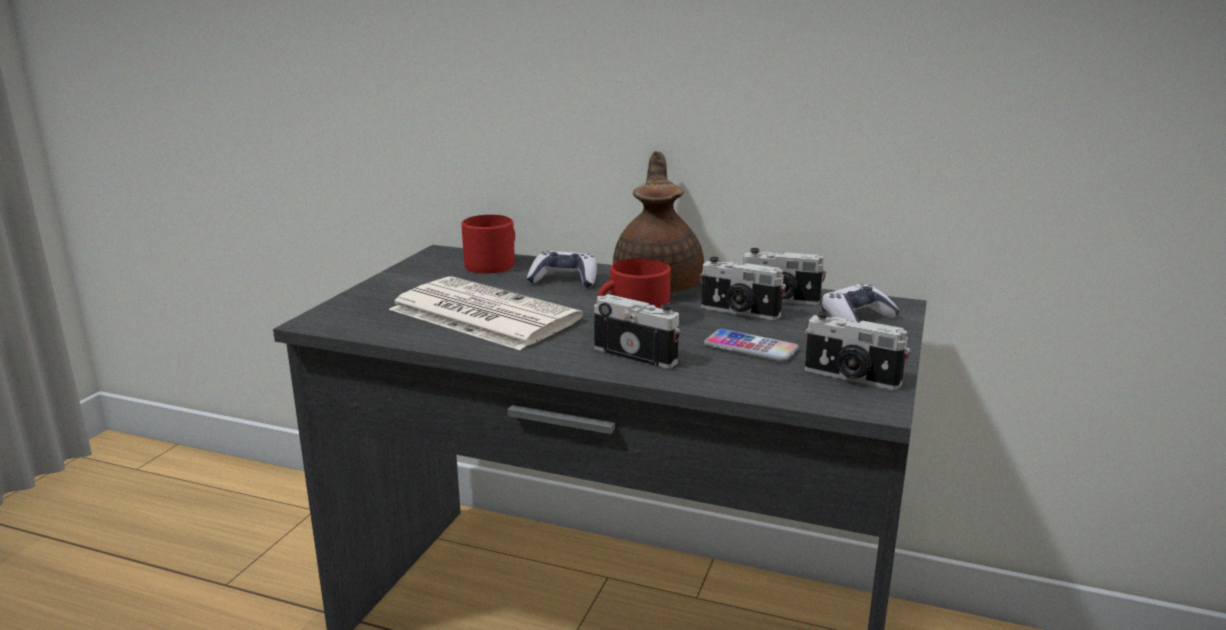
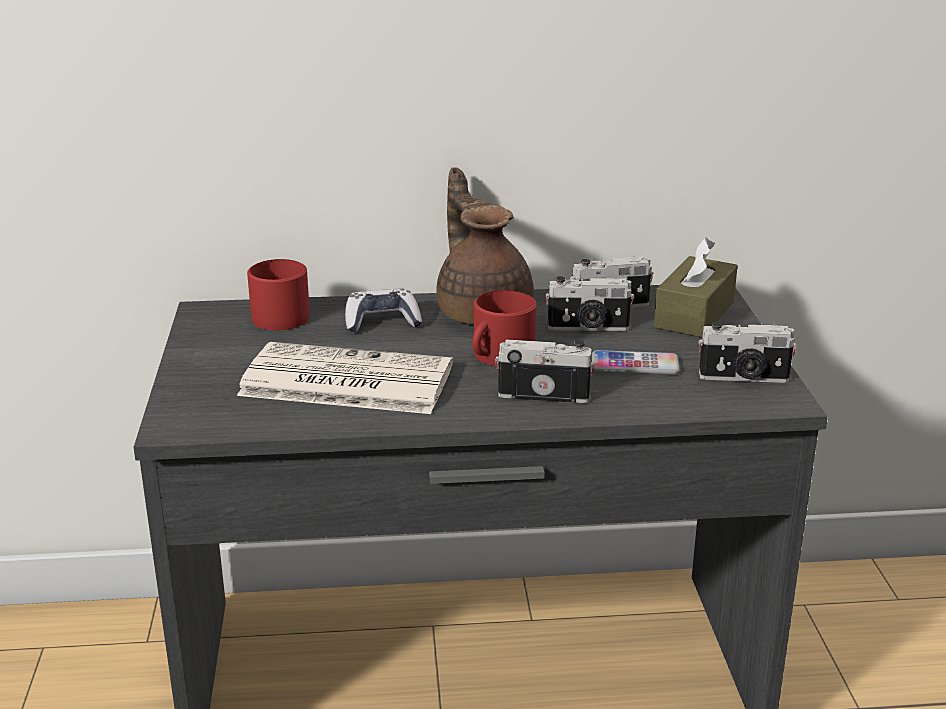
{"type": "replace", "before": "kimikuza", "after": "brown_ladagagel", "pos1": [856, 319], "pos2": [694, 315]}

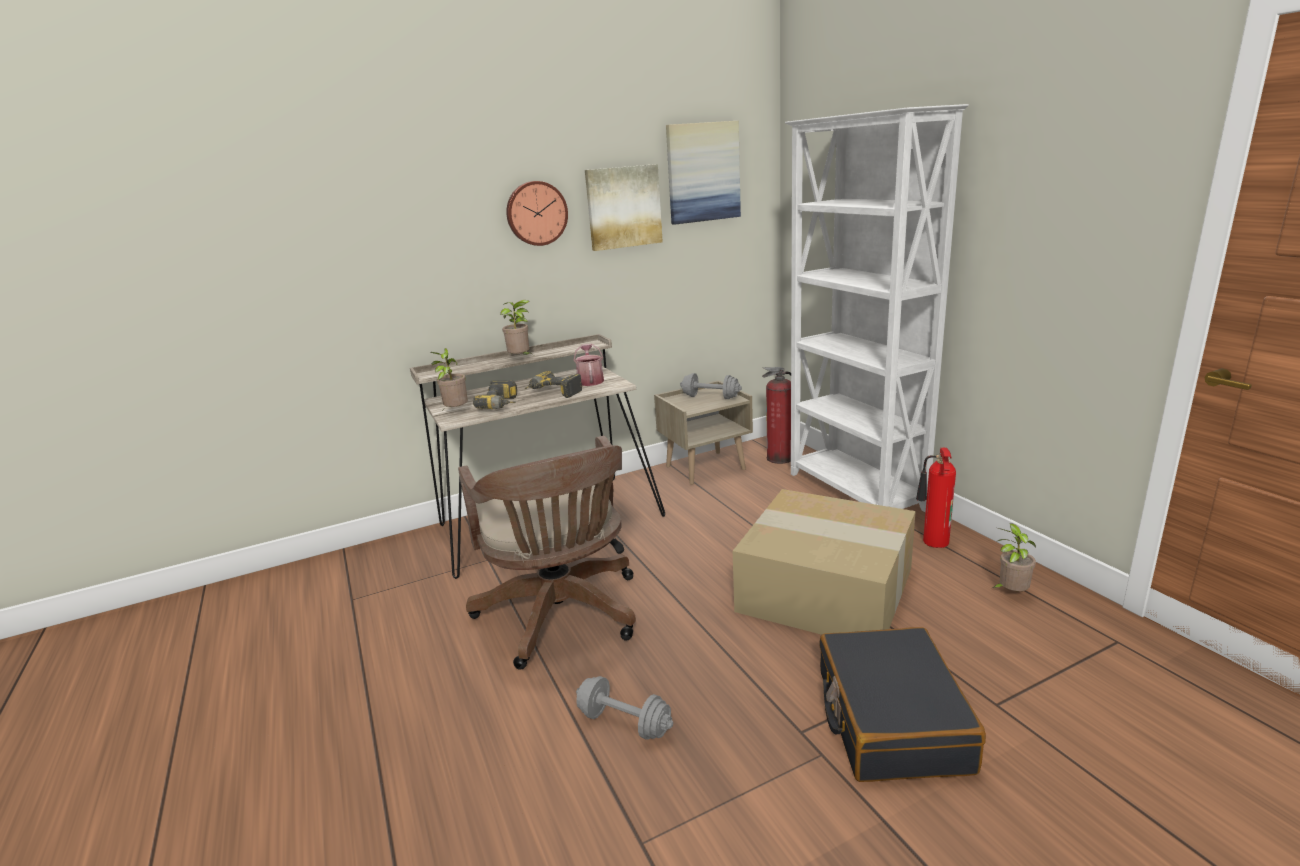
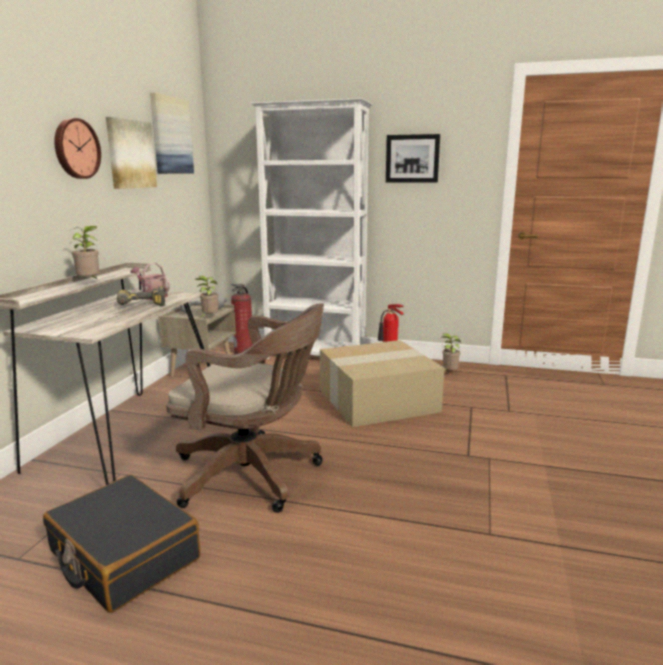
{"type": "delete", "before": "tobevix", "pos1": [503, 405]}
{"type": "delete", "before": "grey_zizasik", "pos1": [624, 722]}
{"type": "insert", "after": "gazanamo", "pos2": [412, 158]}
{"type": "move", "before": "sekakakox", "pos1": [455, 412], "pos2": [209, 318]}
{"type": "move", "before": "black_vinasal", "pos1": [890, 720], "pos2": [123, 555]}

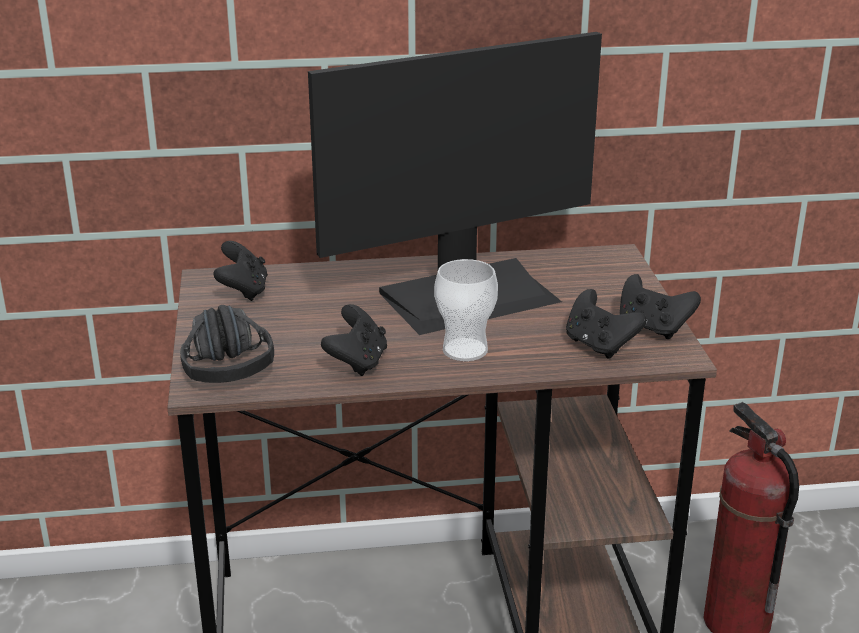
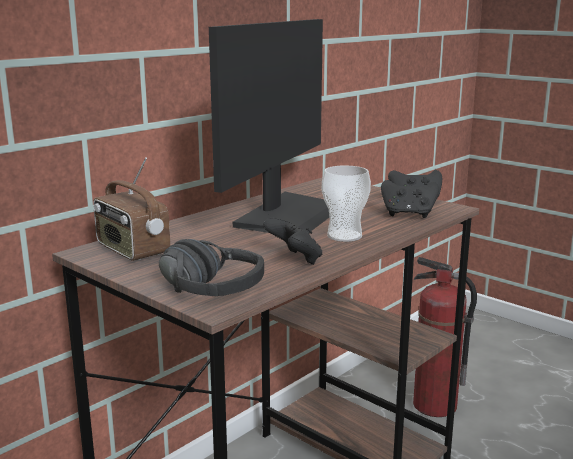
{"type": "replace", "before": "black_kimikuza", "after": "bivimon", "pos1": [243, 291], "pos2": [131, 250]}

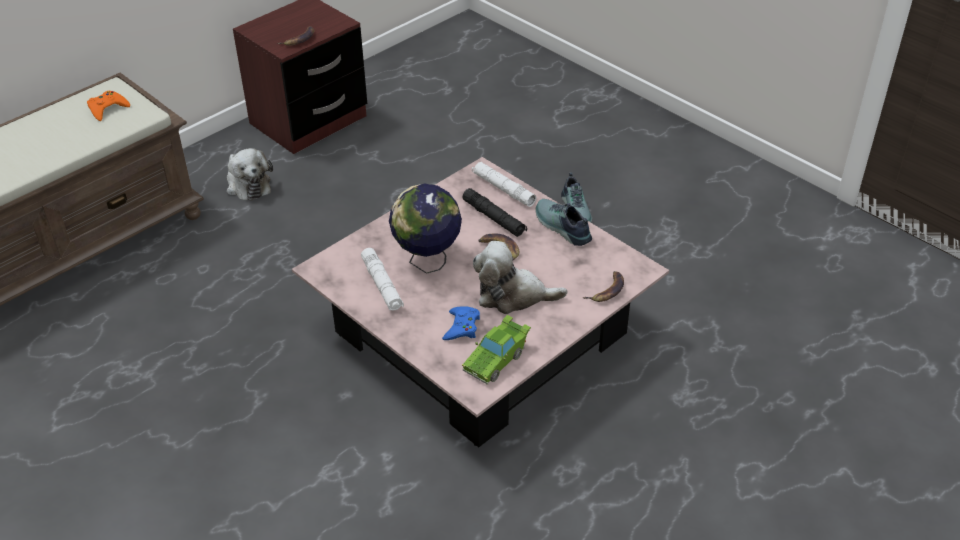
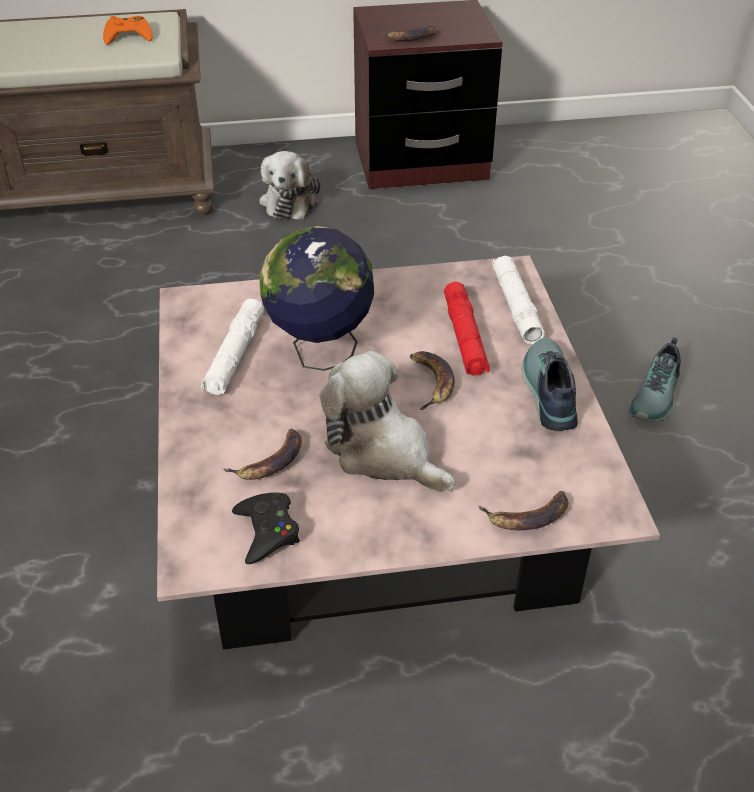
{"type": "replace", "before": "blue_kimikuza", "after": "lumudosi", "pos1": [462, 327], "pos2": [270, 460]}
{"type": "replace", "before": "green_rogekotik", "after": "black_kimikuza", "pos1": [496, 359], "pos2": [267, 531]}
{"type": "recolor", "before": "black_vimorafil", "after": "red_vimorafil", "pos1": [494, 218], "pos2": [464, 337]}

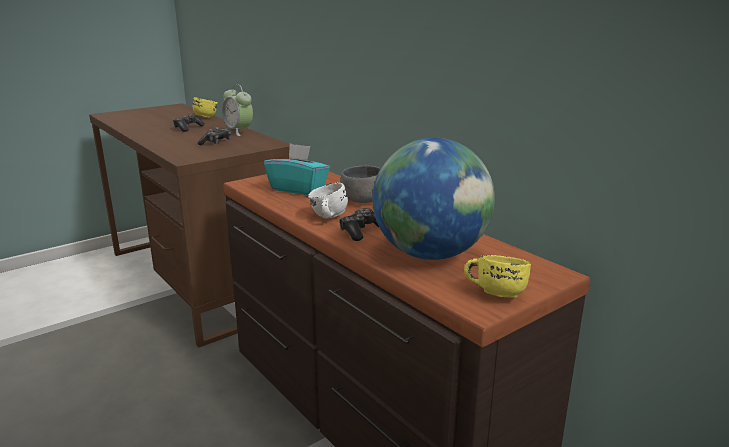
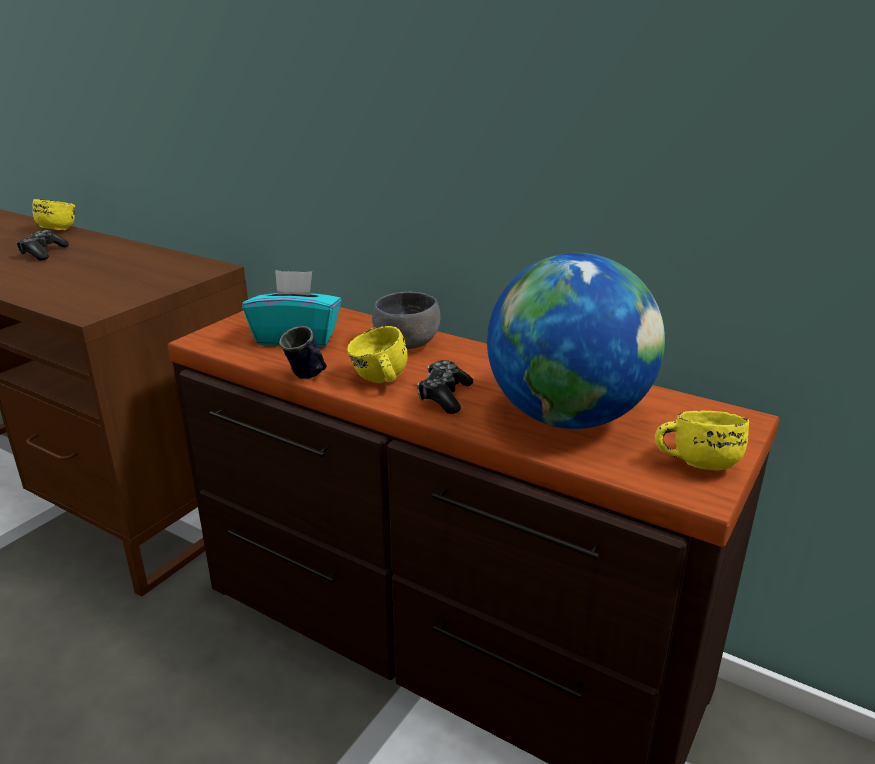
{"type": "delete", "before": "kimikuza", "pos1": [216, 142]}
{"type": "delete", "before": "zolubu", "pos1": [239, 132]}
{"type": "insert", "after": "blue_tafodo", "pos2": [308, 377]}
{"type": "recolor", "before": "white_tafodo", "after": "yellow_tafodo", "pos1": [327, 218], "pos2": [379, 382]}

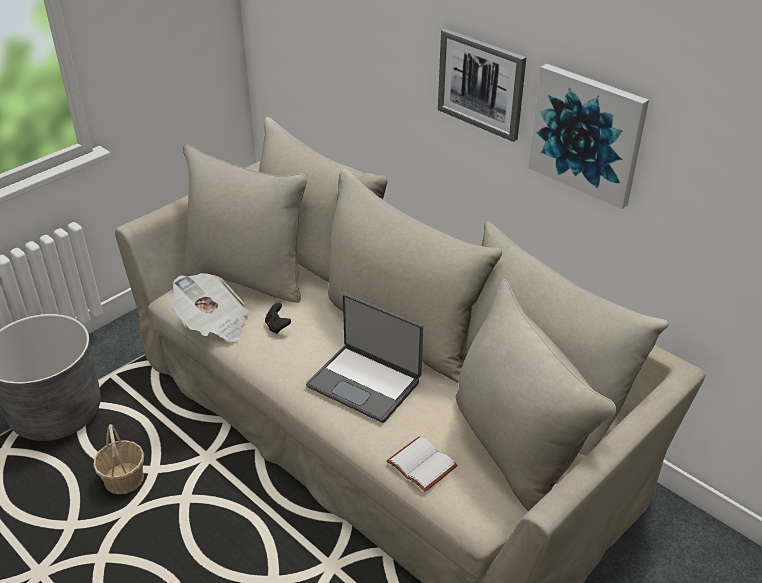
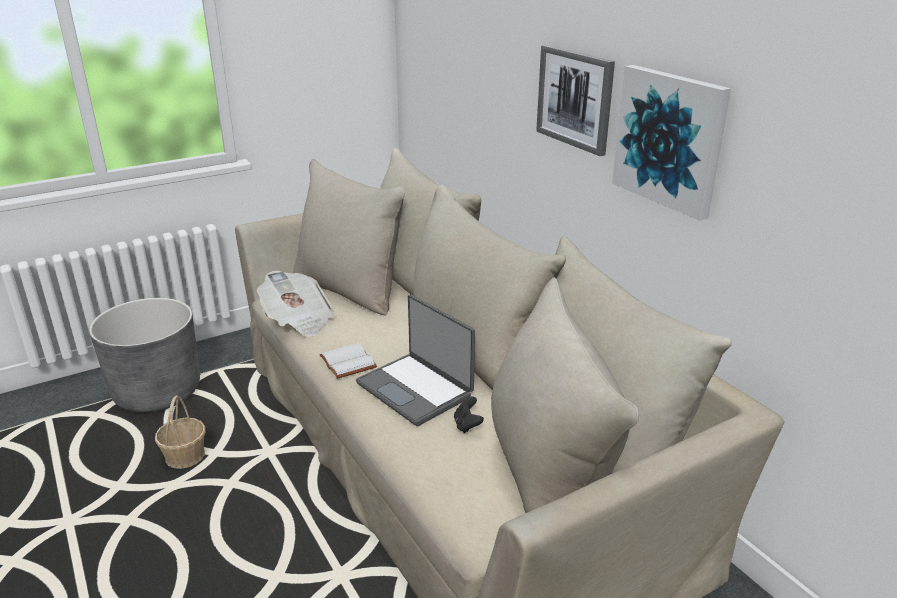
{"type": "move", "before": "black_kimikuza", "pos1": [277, 327], "pos2": [467, 425]}
{"type": "move", "before": "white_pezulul", "pos1": [419, 465], "pos2": [346, 362]}

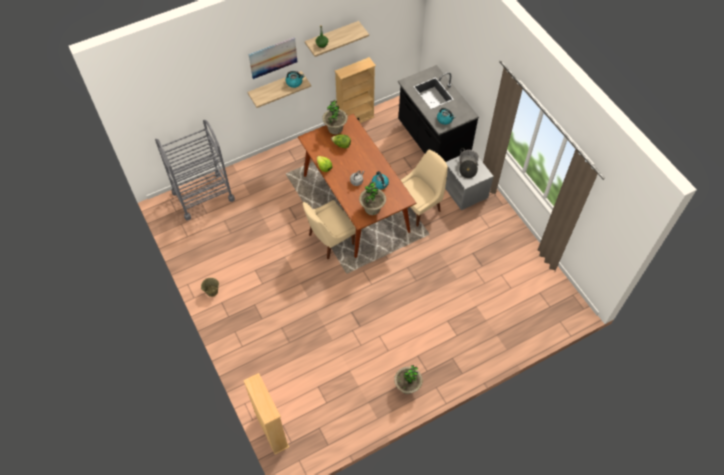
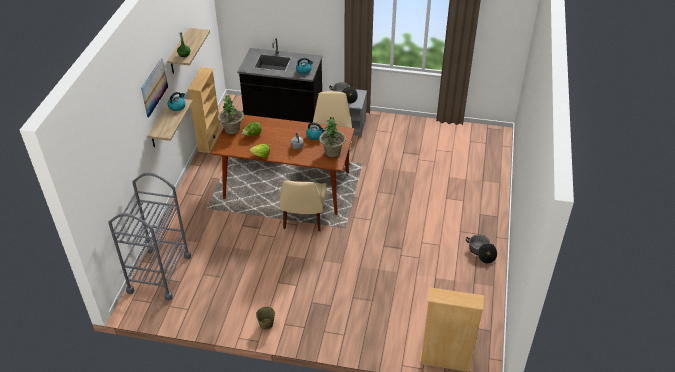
{"type": "replace", "before": "sekakakox", "after": "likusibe", "pos1": [407, 386], "pos2": [481, 252]}

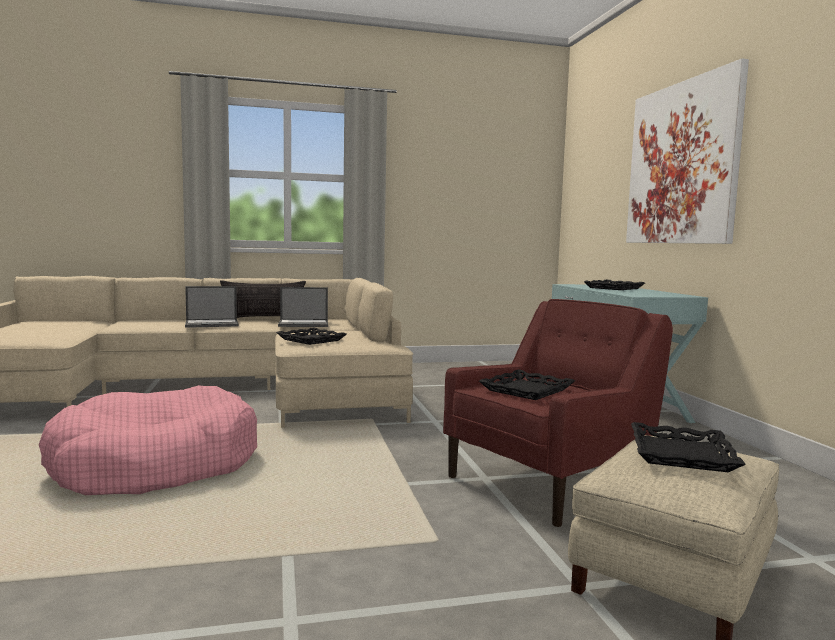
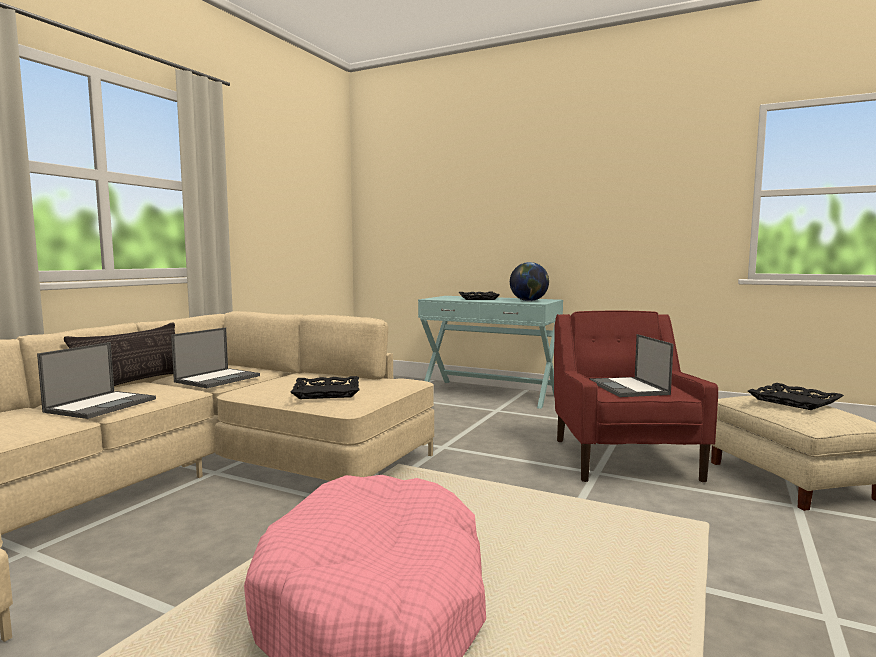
{"type": "delete", "before": "gazanamo", "pos1": [682, 163]}
{"type": "insert", "after": "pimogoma", "pos2": [529, 301]}
{"type": "replace", "before": "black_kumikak", "after": "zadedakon", "pos1": [527, 390], "pos2": [629, 388]}

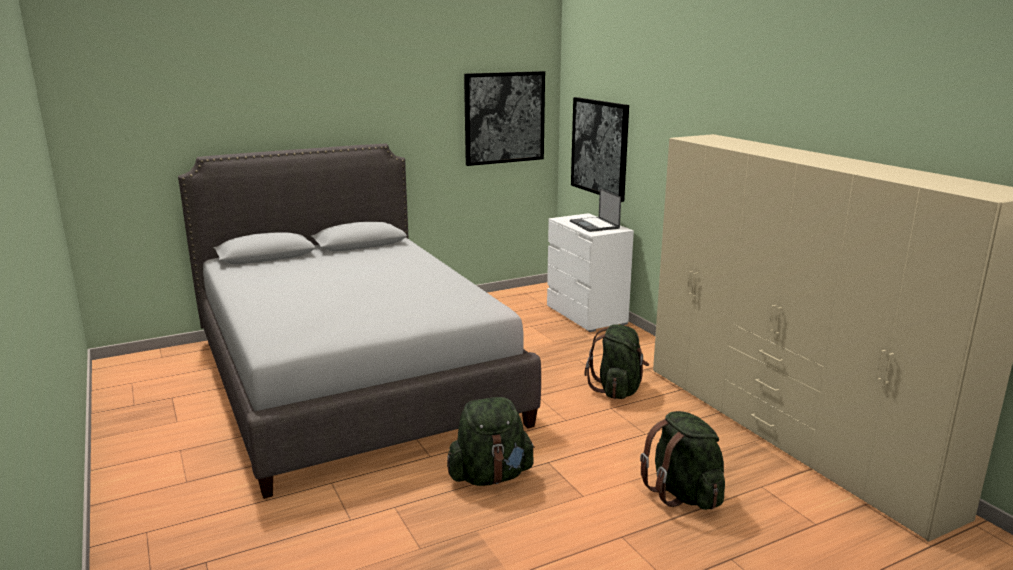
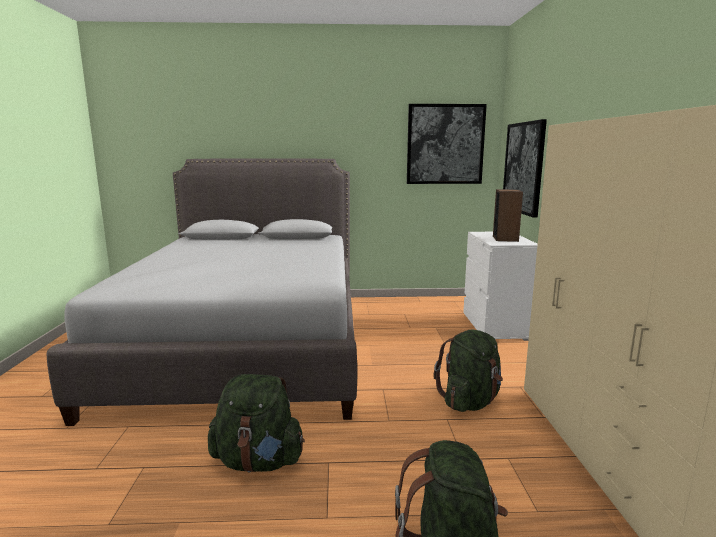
{"type": "replace", "before": "zadedakon", "after": "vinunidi", "pos1": [595, 225], "pos2": [505, 238]}

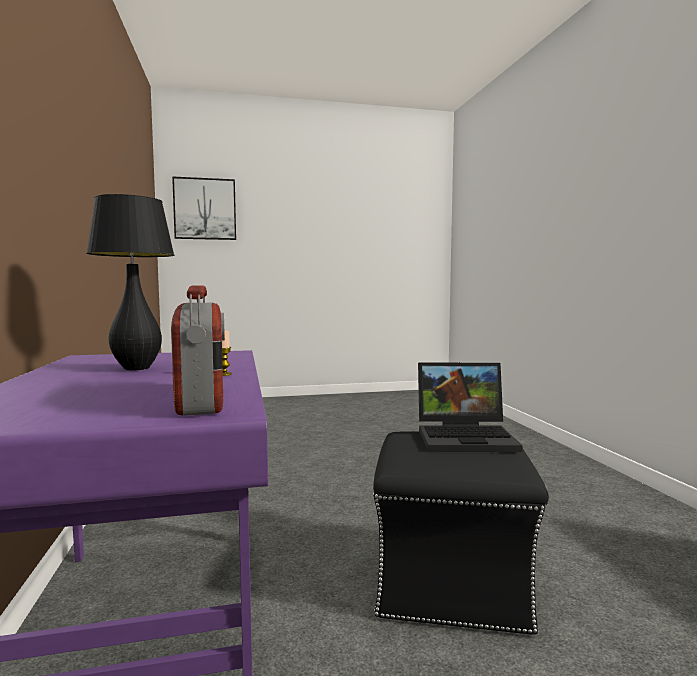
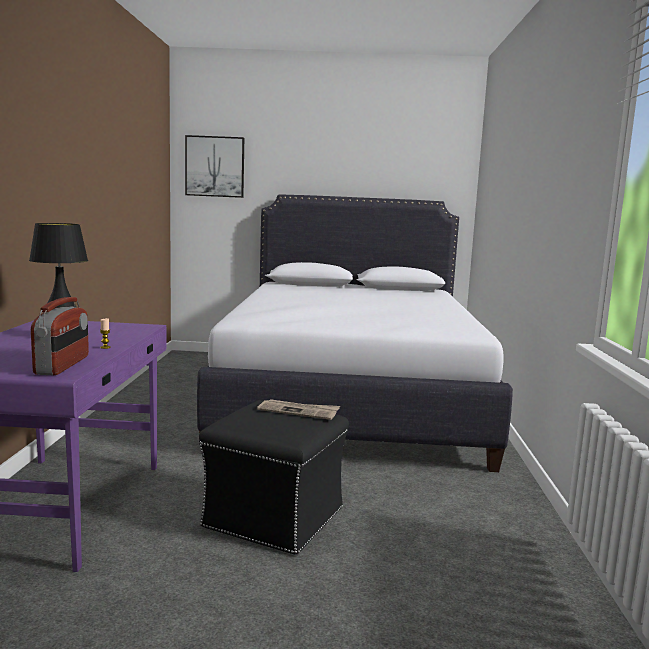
{"type": "insert", "after": "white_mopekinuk", "pos2": [350, 399]}
{"type": "replace", "before": "zadedakon", "after": "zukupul", "pos1": [467, 437], "pos2": [299, 411]}

